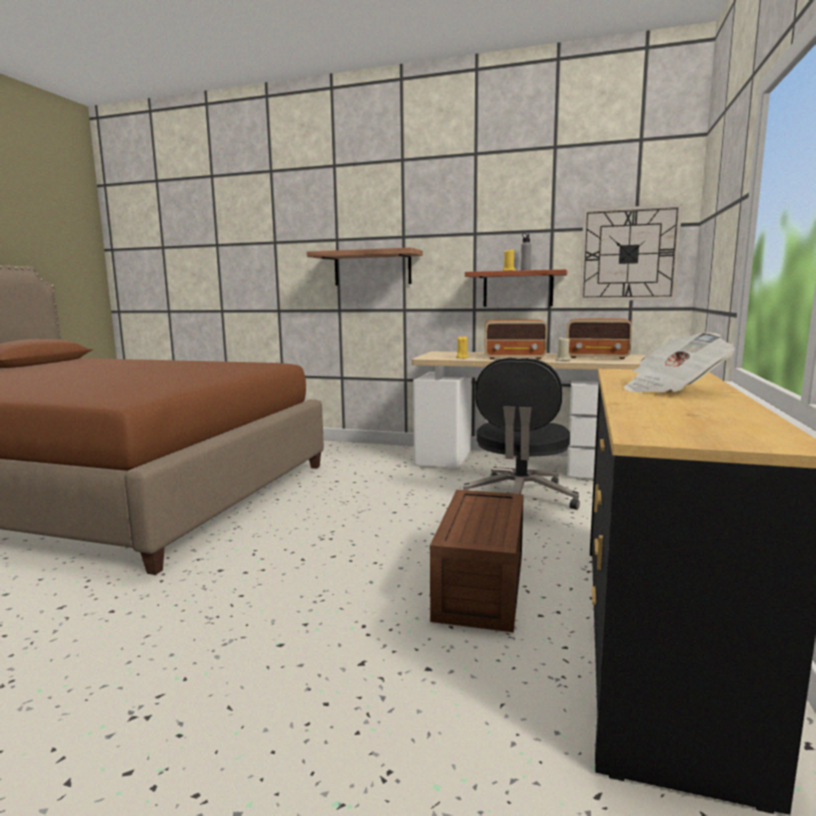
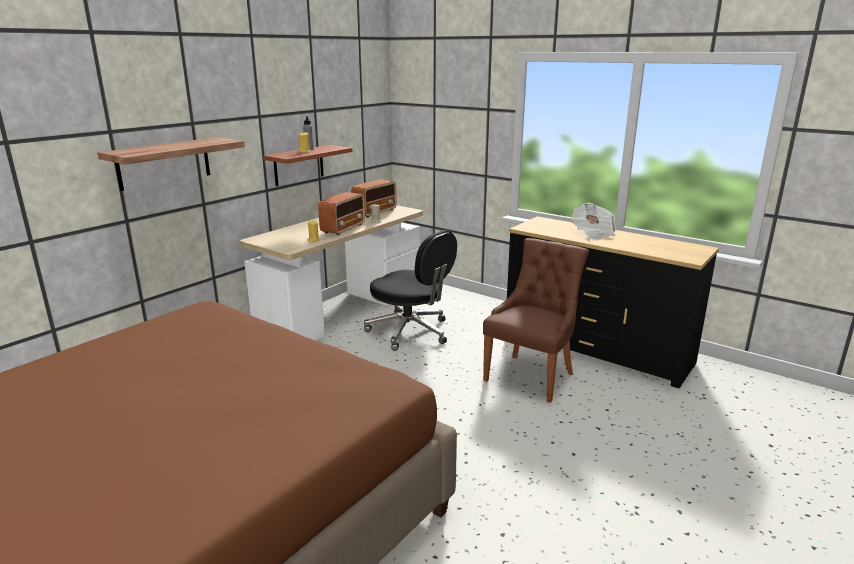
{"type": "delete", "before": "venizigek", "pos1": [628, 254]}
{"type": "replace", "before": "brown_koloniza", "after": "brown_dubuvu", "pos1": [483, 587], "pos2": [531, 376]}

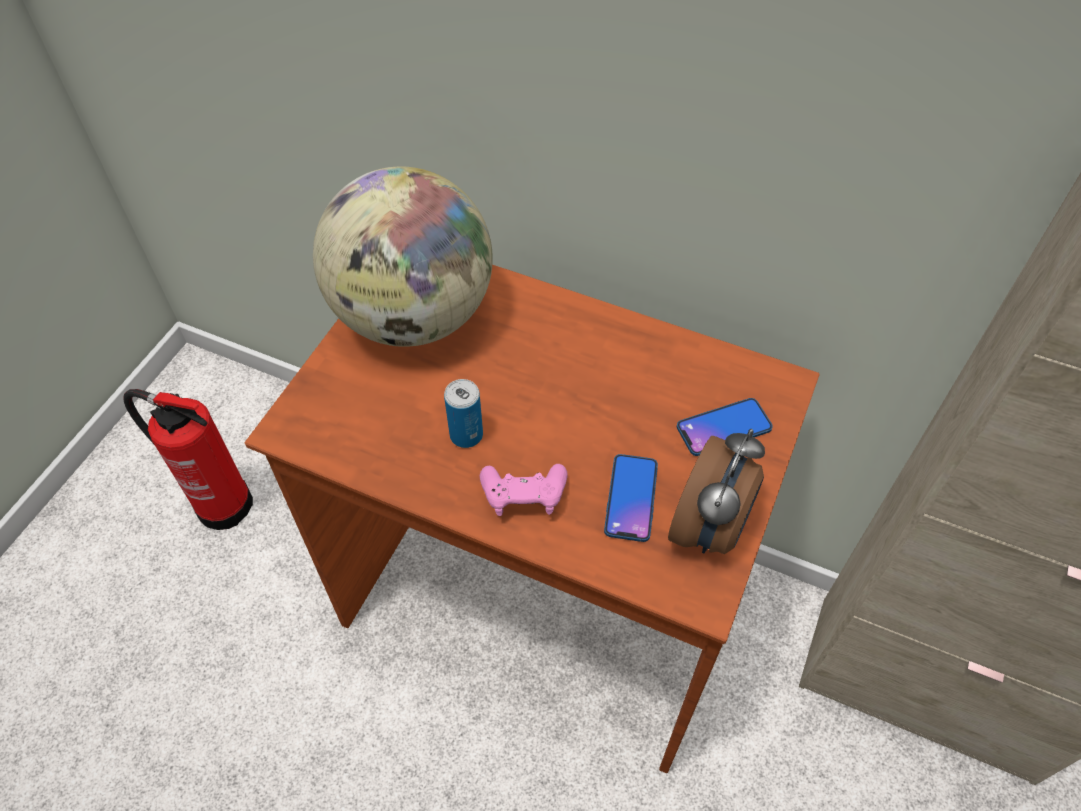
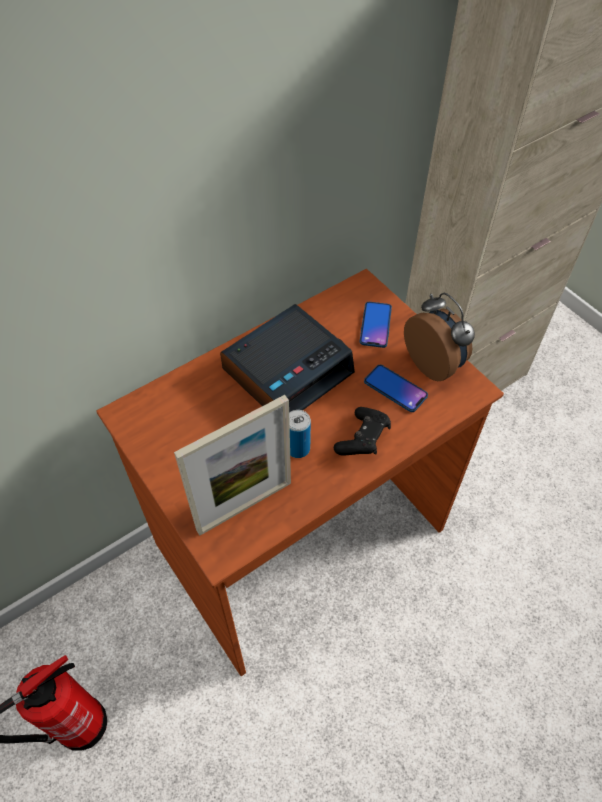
{"type": "delete", "before": "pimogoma", "pos1": [413, 316]}
{"type": "insert", "after": "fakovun", "pos2": [244, 506]}
{"type": "insert", "after": "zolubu", "pos2": [288, 370]}
{"type": "recolor", "before": "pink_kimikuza", "after": "black_kimikuza", "pos1": [524, 497], "pos2": [363, 439]}

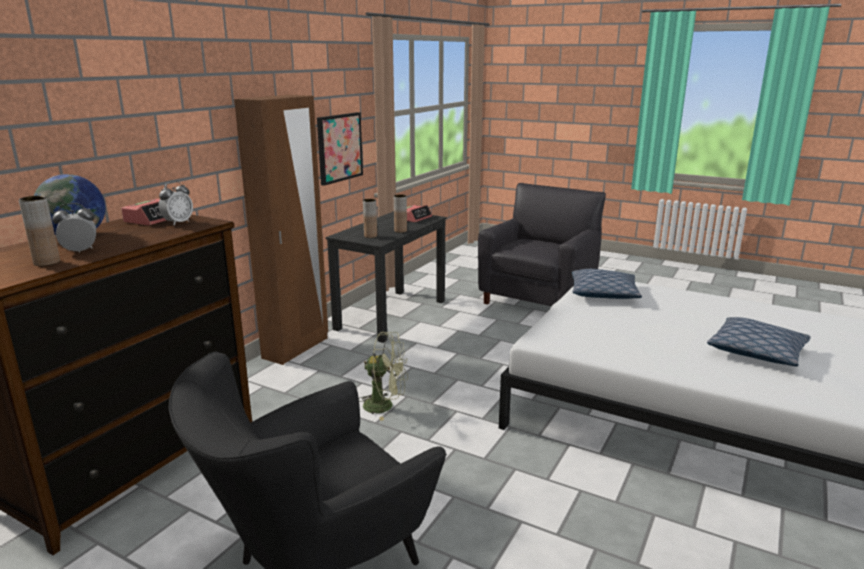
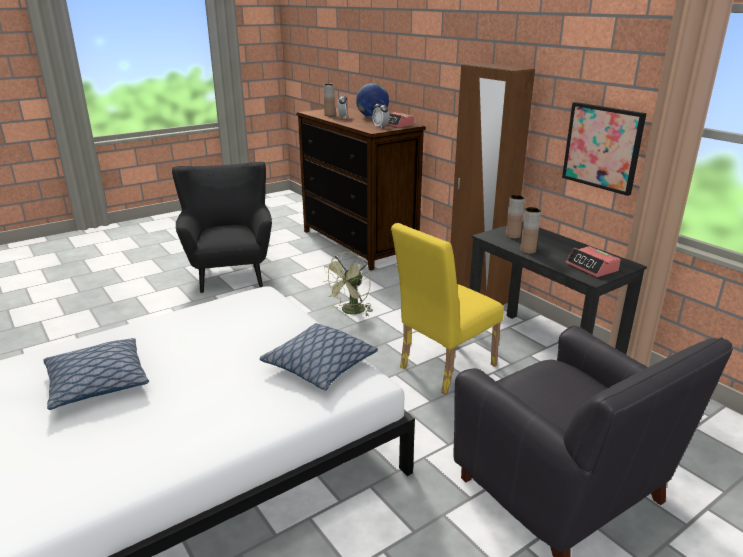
{"type": "insert", "after": "yellow_dubuvu", "pos2": [442, 368]}

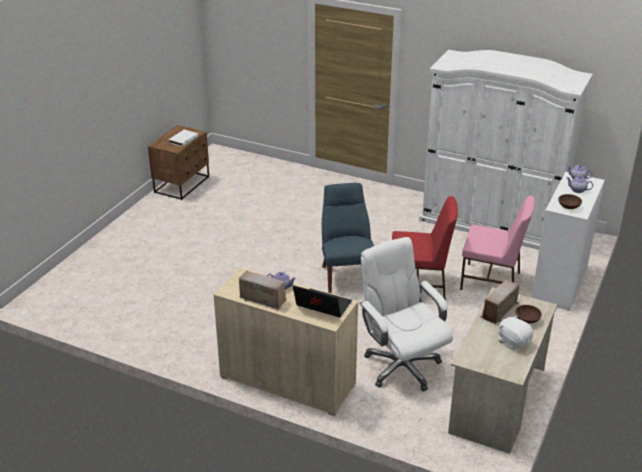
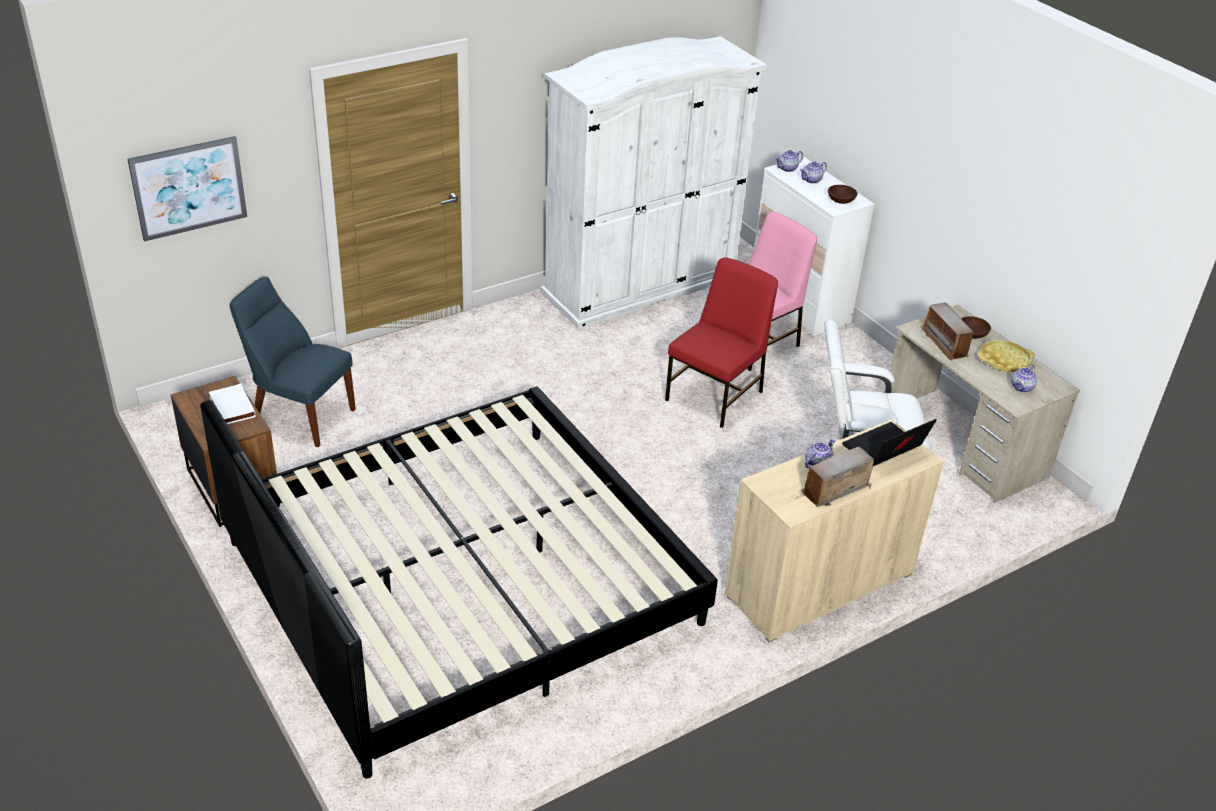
{"type": "insert", "after": "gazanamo", "pos2": [189, 188]}
{"type": "insert", "after": "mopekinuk", "pos2": [461, 582]}
{"type": "insert", "after": "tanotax", "pos2": [1022, 387]}
{"type": "move", "before": "blue_dubuvu", "pos1": [346, 277], "pos2": [299, 415]}
{"type": "replace", "before": "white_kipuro", "after": "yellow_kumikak", "pos1": [513, 341], "pos2": [1004, 360]}

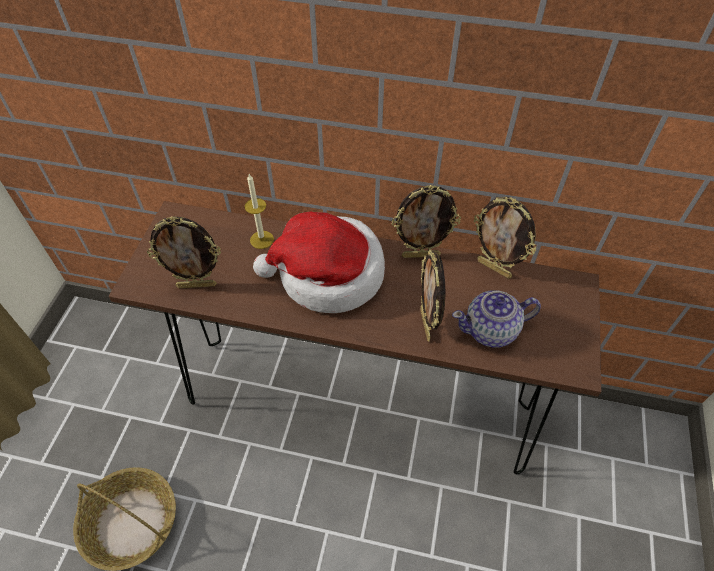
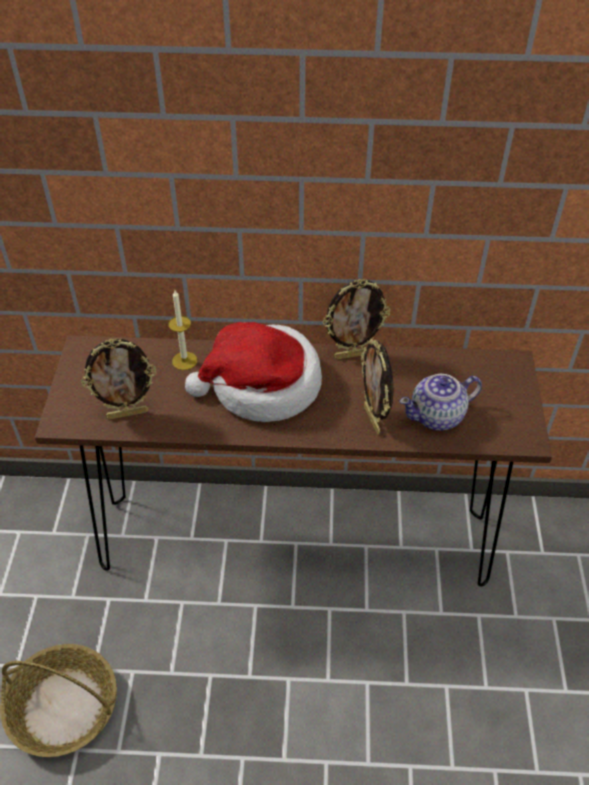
{"type": "delete", "before": "fakovun", "pos1": [494, 268]}

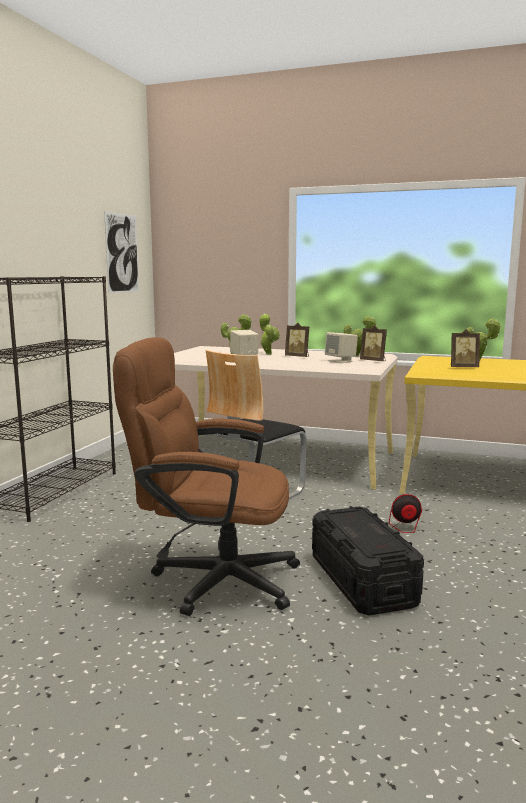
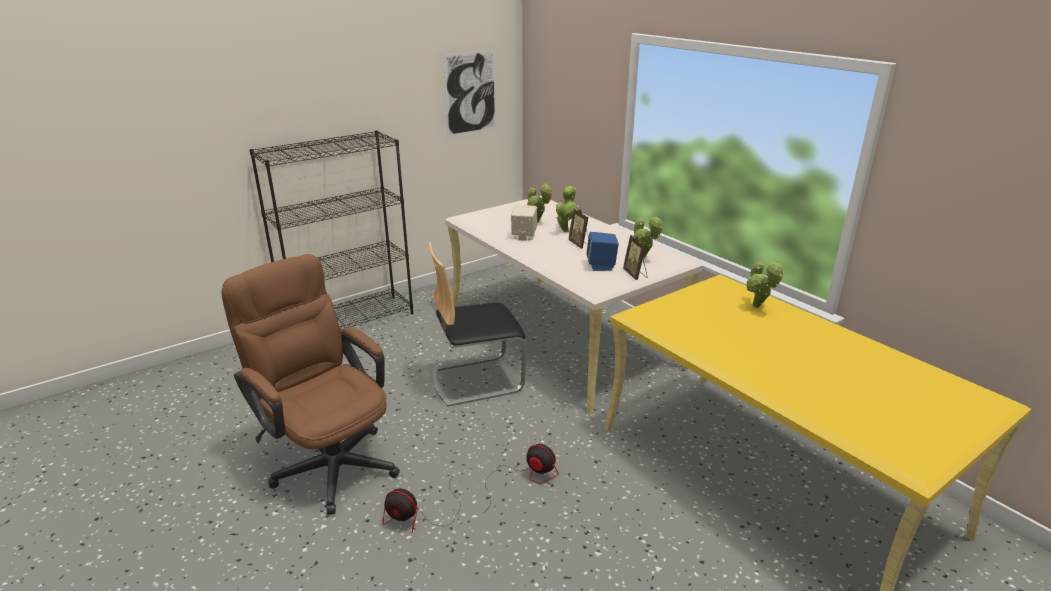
{"type": "delete", "before": "fakovun", "pos1": [463, 368]}
{"type": "replace", "before": "black_koloniza", "after": "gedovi", "pos1": [362, 580], "pos2": [419, 516]}
{"type": "recolor", "before": "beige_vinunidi", "after": "blue_vinunidi", "pos1": [341, 361], "pos2": [601, 266]}

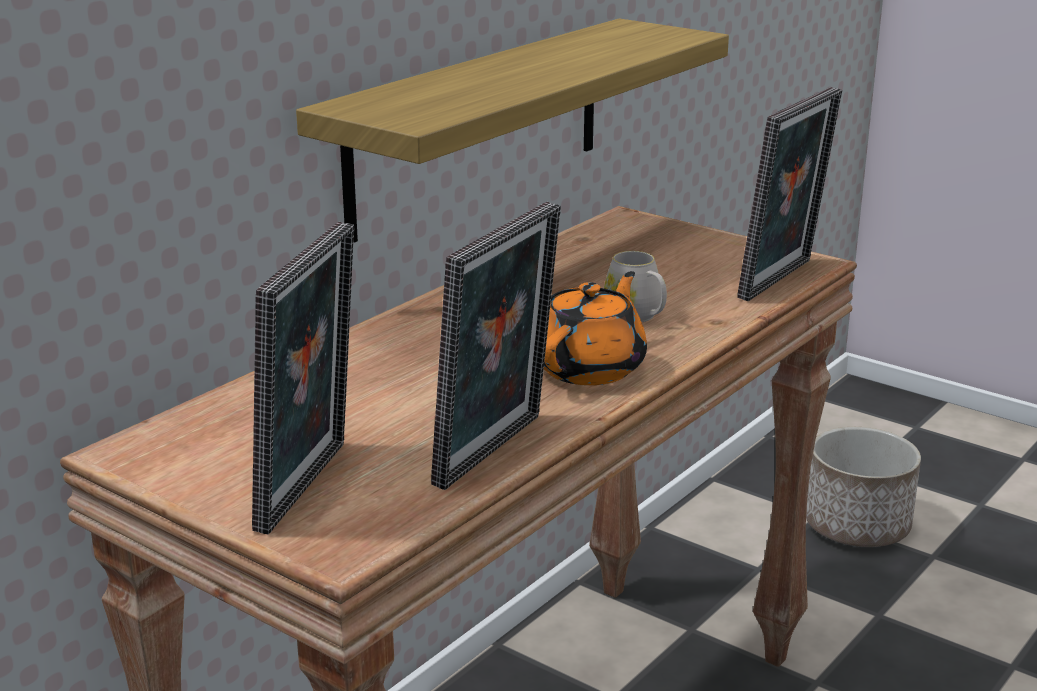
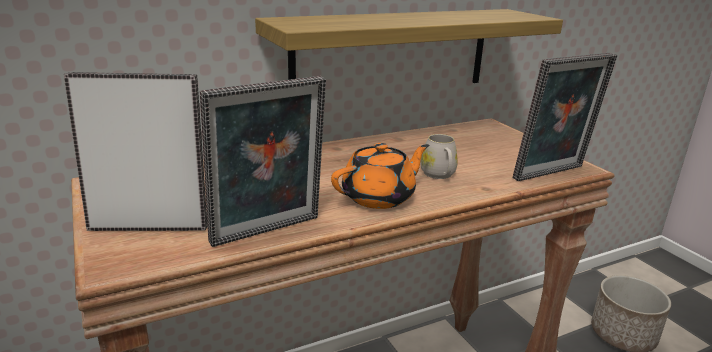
{"type": "rotate", "before": "fakovun", "pos1": [312, 487], "pos2": [150, 225], "turn": -135}

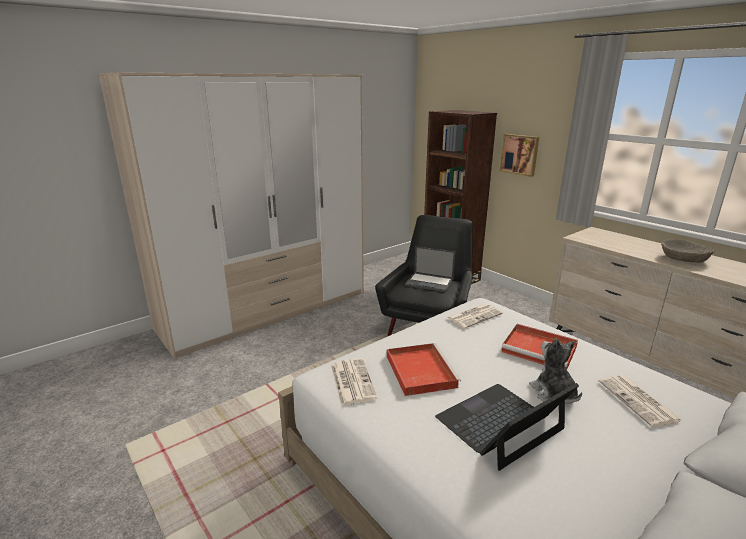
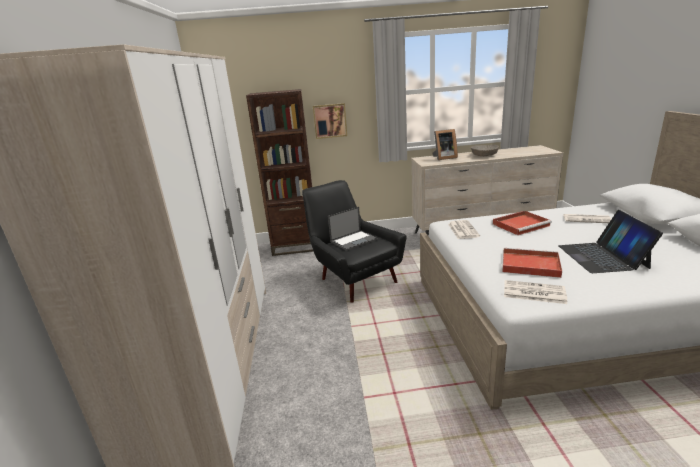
{"type": "delete", "before": "kipuro", "pos1": [553, 394]}
{"type": "insert", "after": "fakovun", "pos2": [444, 158]}

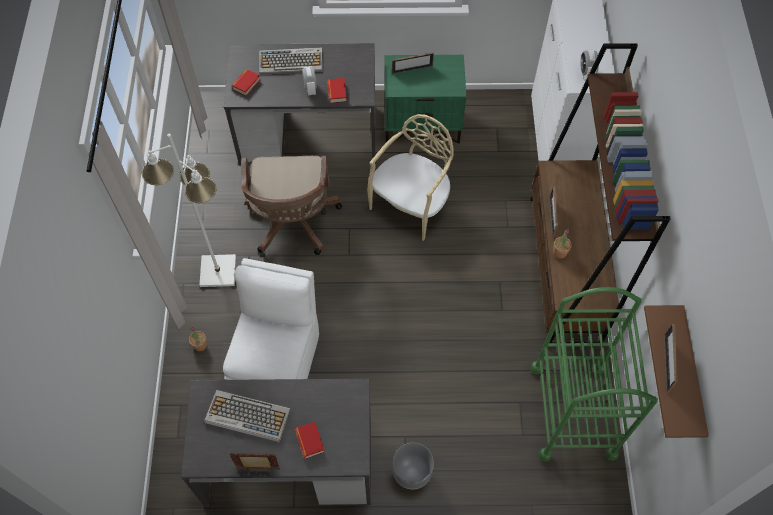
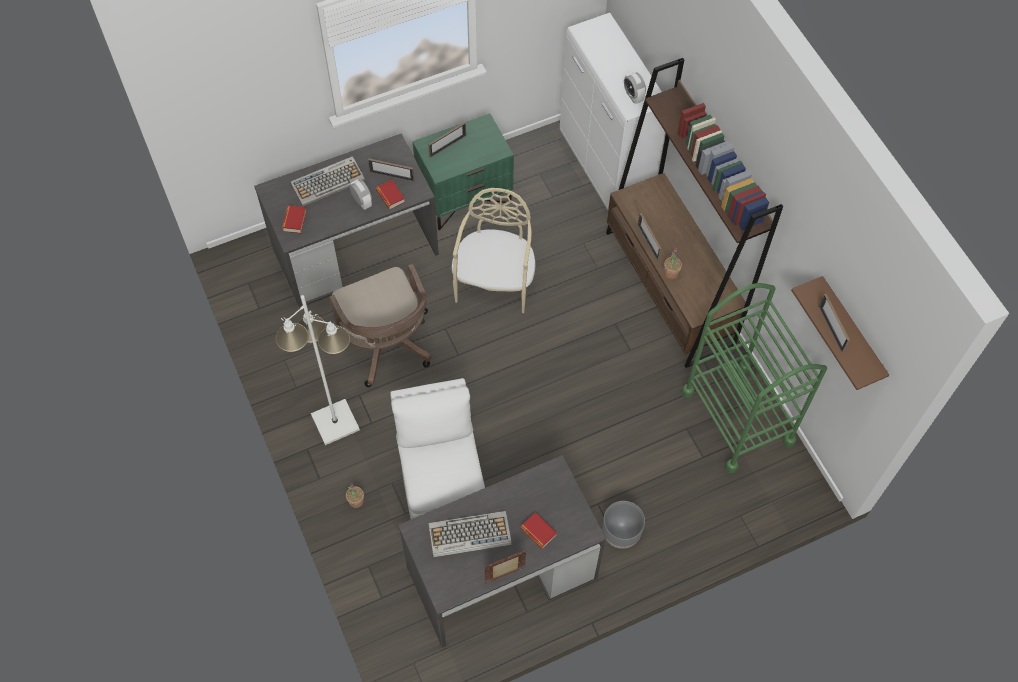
{"type": "insert", "after": "fakovun", "pos2": [392, 176]}

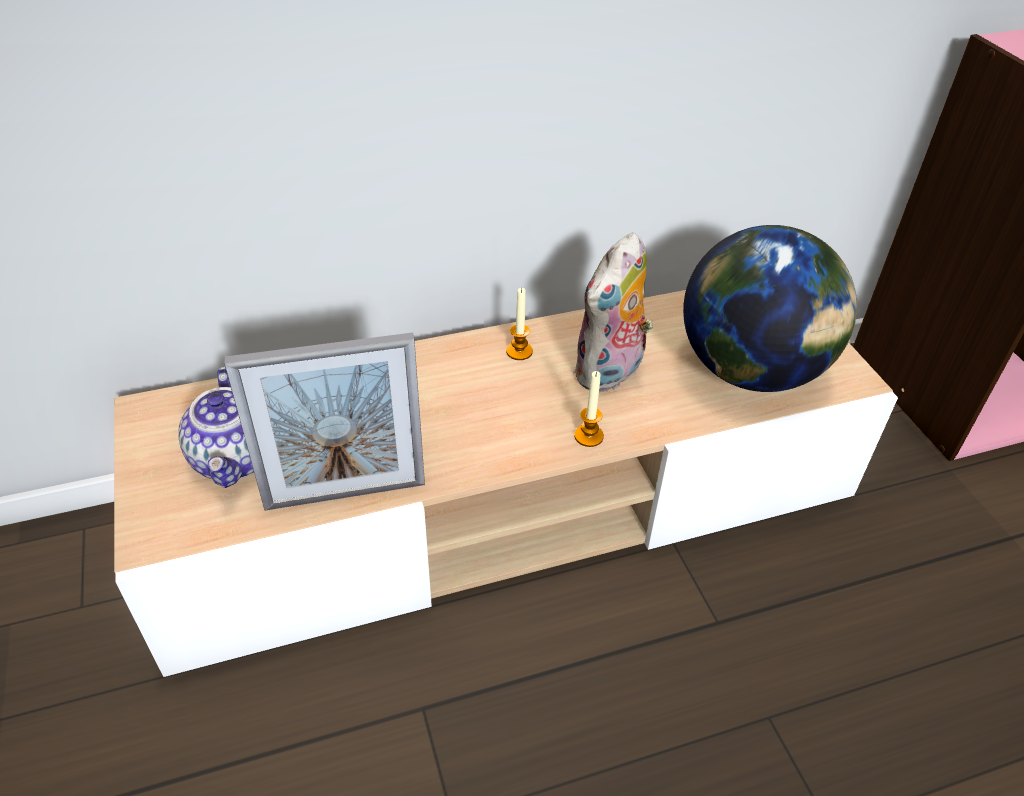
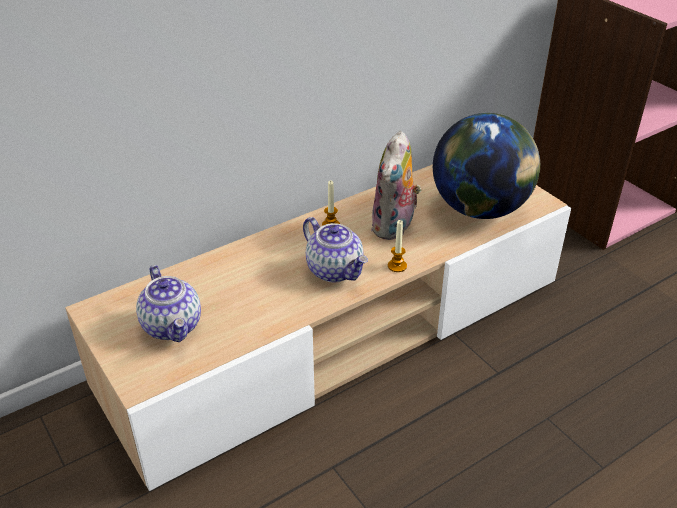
{"type": "delete", "before": "fakovun", "pos1": [345, 494]}
{"type": "insert", "after": "tanotax", "pos2": [335, 270]}

